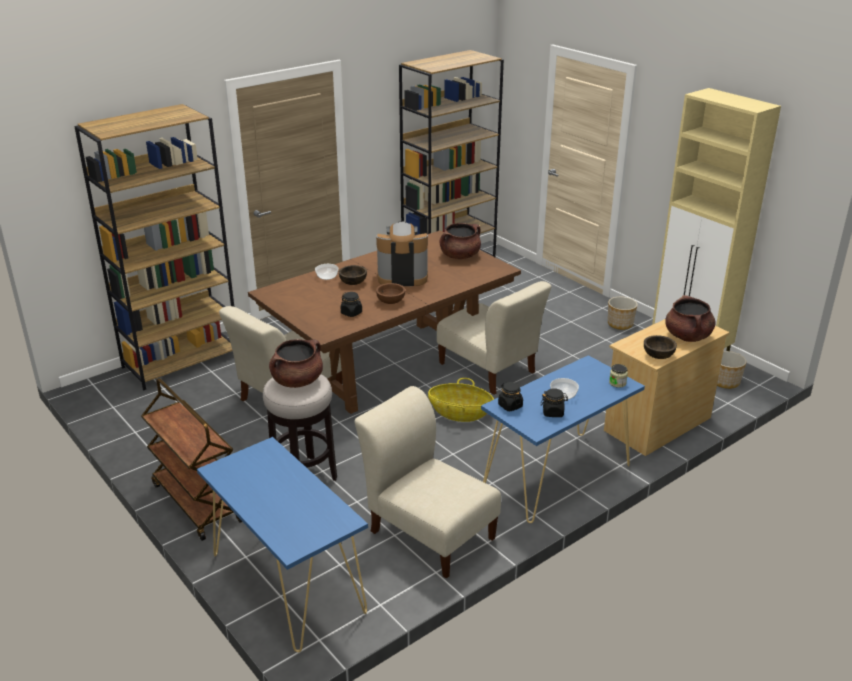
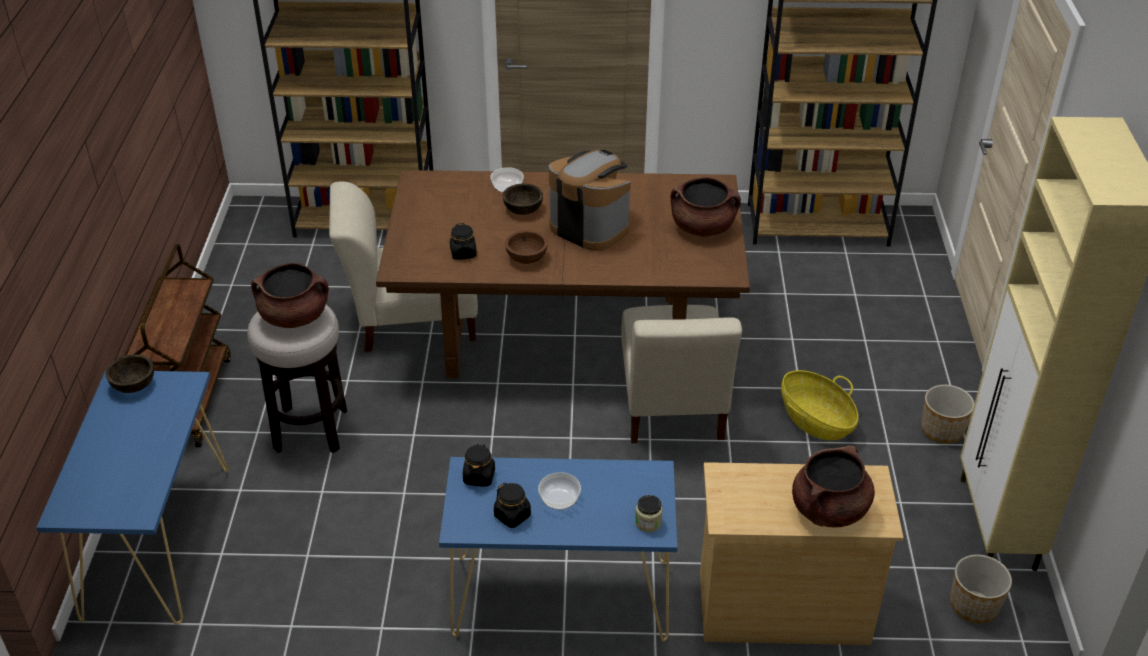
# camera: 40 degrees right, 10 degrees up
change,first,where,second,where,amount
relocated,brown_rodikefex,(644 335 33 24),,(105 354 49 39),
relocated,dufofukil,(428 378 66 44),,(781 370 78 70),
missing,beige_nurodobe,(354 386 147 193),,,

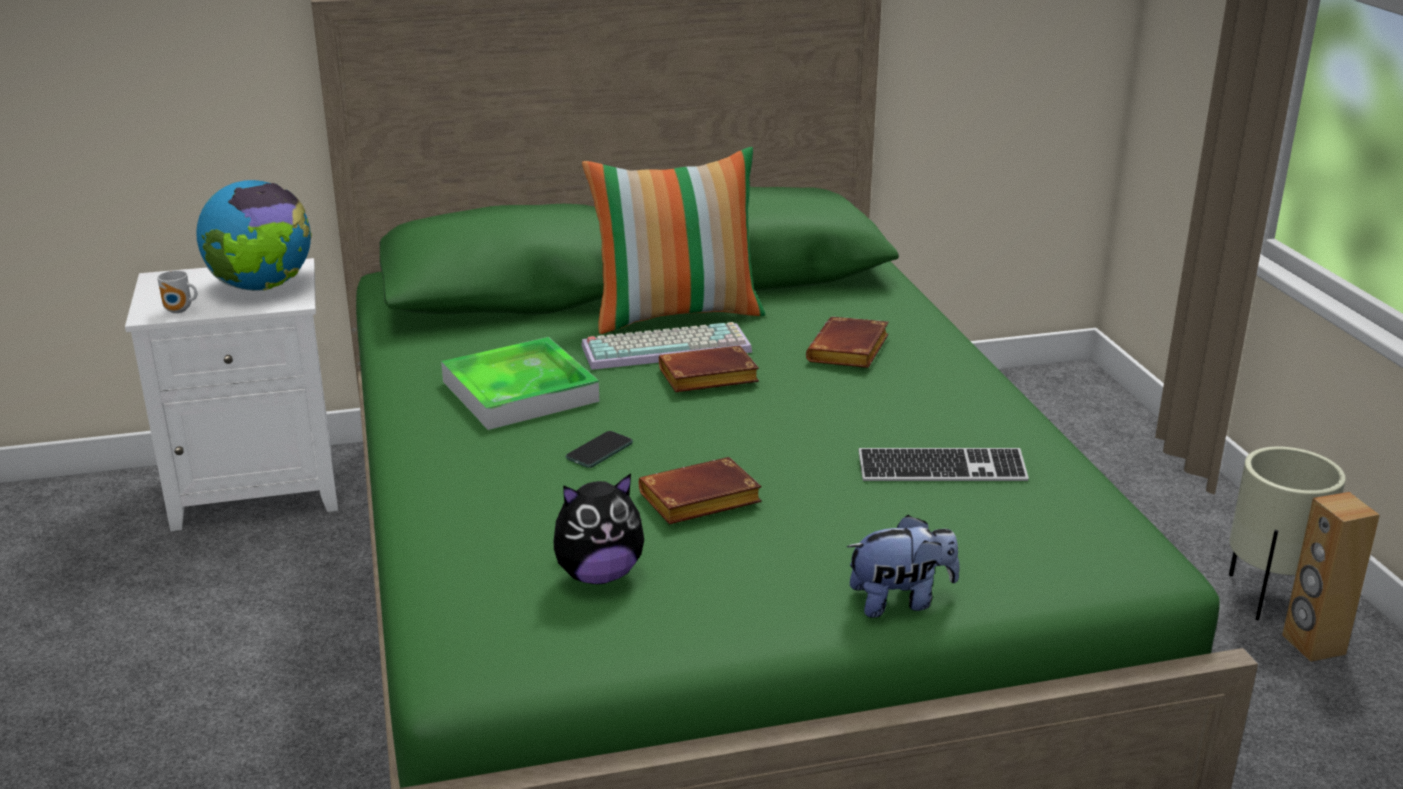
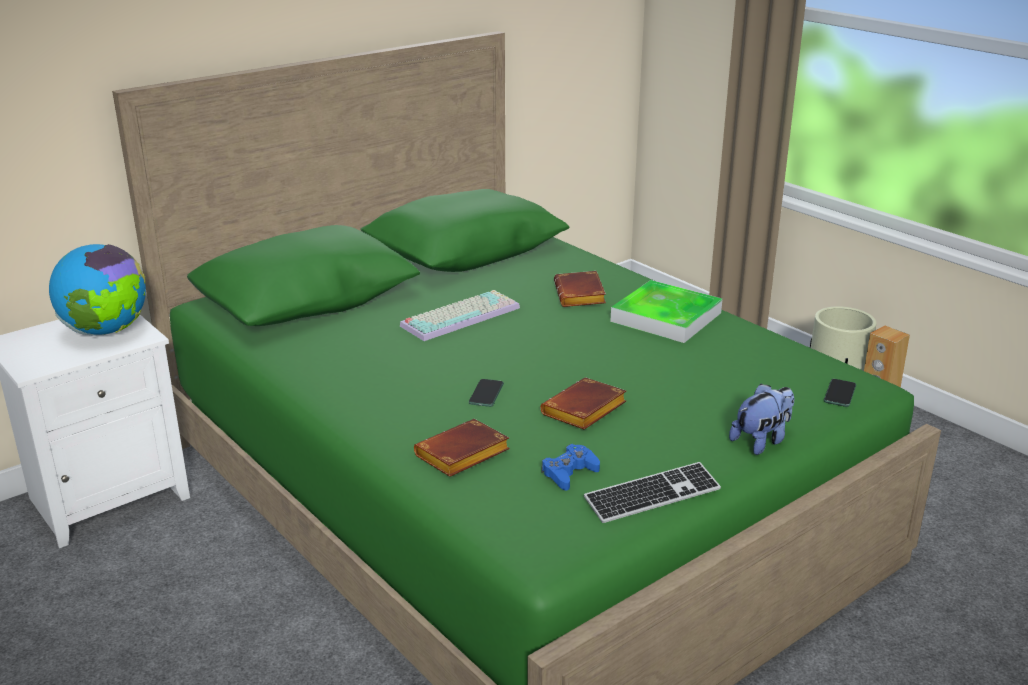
# camera: 25 degrees left, 0 degrees up
change,first,where,second,where,amount
missing,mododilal,(582 147 183 187),,,
missing,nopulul,(157 270 40 43),,,
relocated,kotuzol,(441 337 158 93),,(610 280 112 63),
relocated,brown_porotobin,(659 345 100 47),,(414 419 96 58),
relocated,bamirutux,(859 448 170 33),,(584 462 137 61),
exchanged,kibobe,(554 474 90 110),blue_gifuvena,(542 444 58 47),
appeared,,,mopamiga,(824 379 32 28),

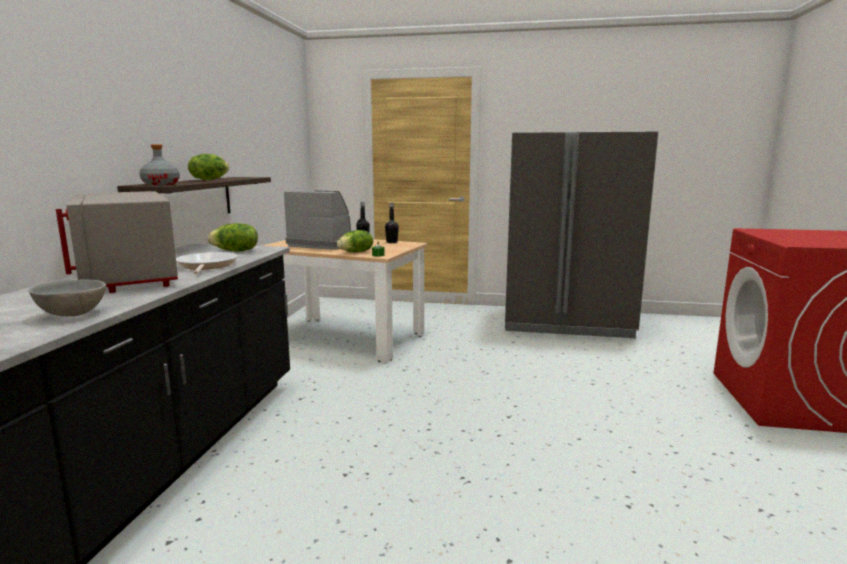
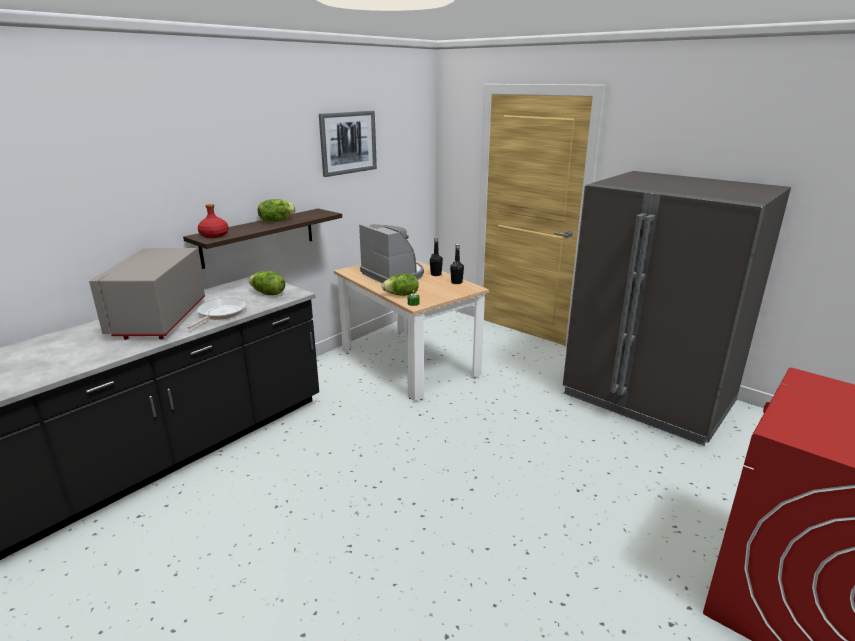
# camera: 30 degrees right, 10 degrees up
change,first,where,second,where,amount
colour,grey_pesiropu,(139 144 41 41),red_pesiropu,(198 204 31 34),
missing,grey_rodikefex,(29 280 77 36),,,
appeared,,,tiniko,(319 111 58 66),

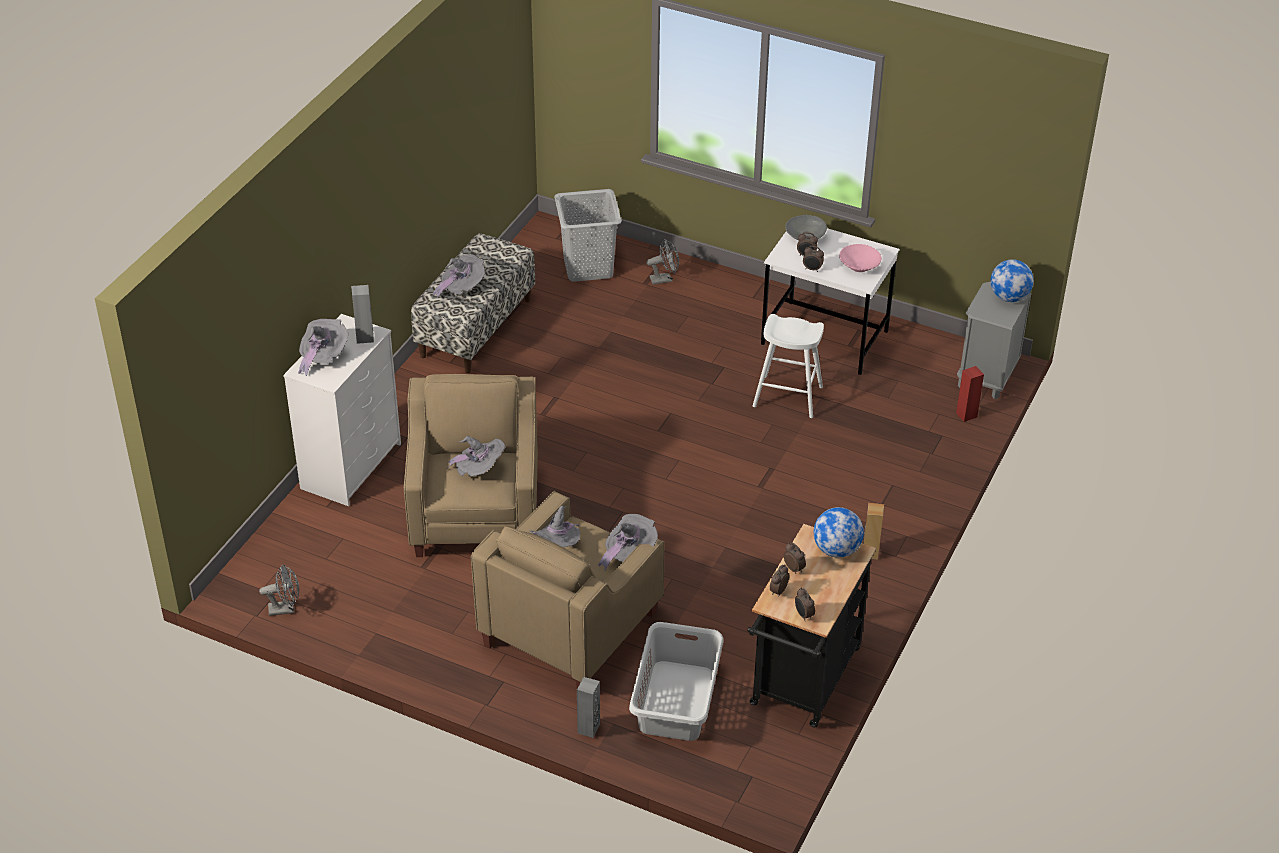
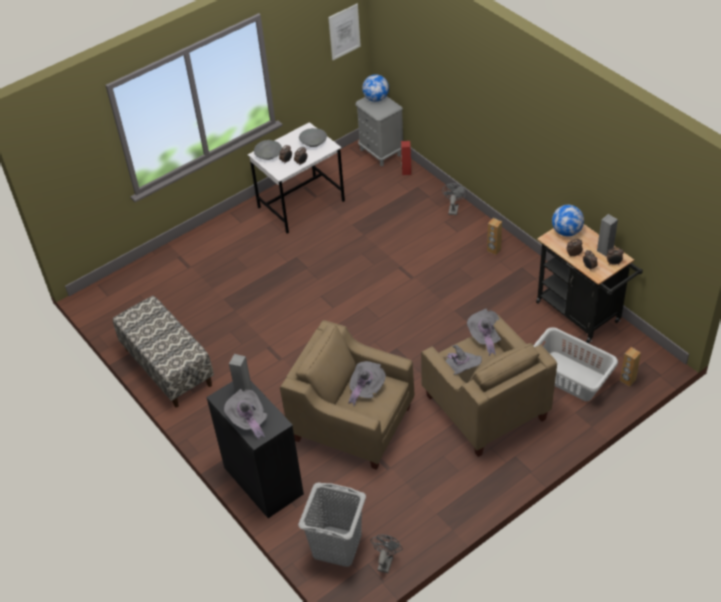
# camera: 60 degrees left, 5 degrees up
change,first,where,second,where,amount
relocated,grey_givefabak,(554 189 67 93),,(298 482 68 85),
relocated,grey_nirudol,(646 239 33 46),,(442 183 25 32),
colour,pink_rodikefex,(839 244 43 28),grey_rodikefex,(299 128 28 19),
missing,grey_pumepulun,(433 255 52 44),,,
colour,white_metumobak,(283 314 118 192),black_metumobak,(206 381 98 137),
missing,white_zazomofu,(753 314 71 104),,,
relocated,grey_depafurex,(577 677 23 61),,(597 214 21 43),
appeared,,,tiniko,(328 4 33 56),
appeared,,,brown_depafurex,(620 347 21 40),

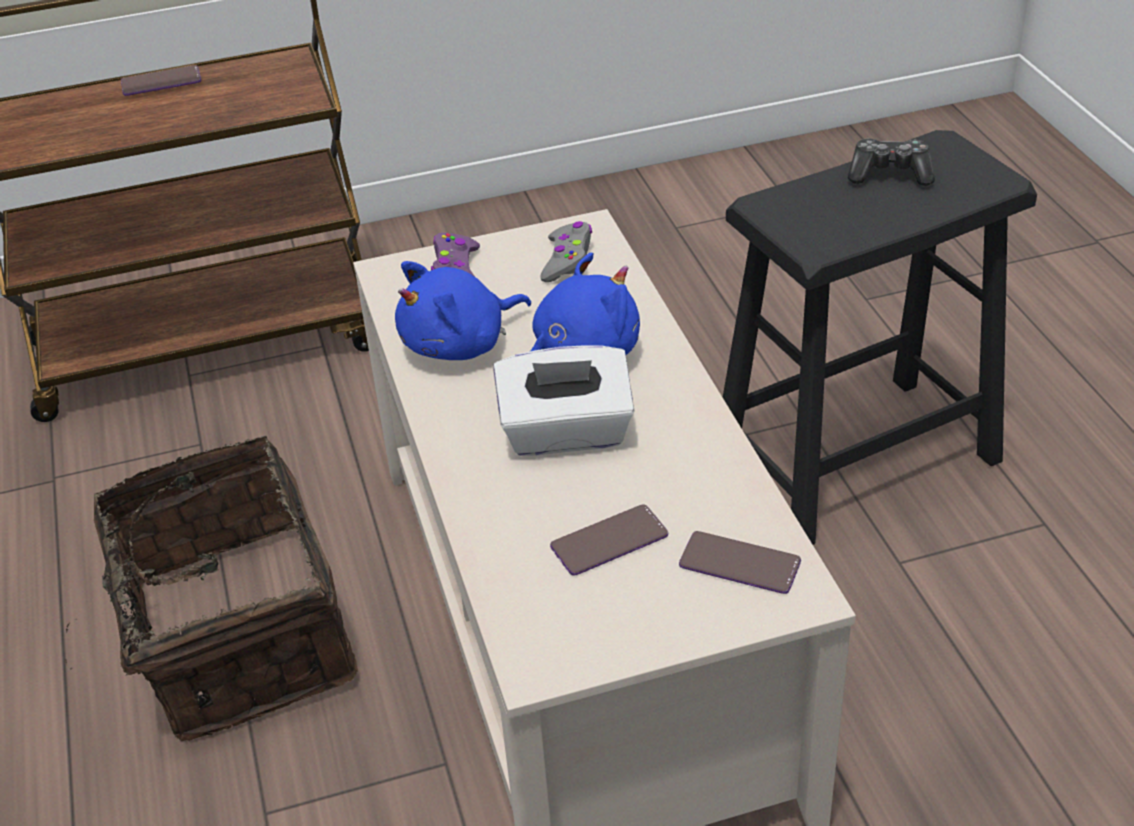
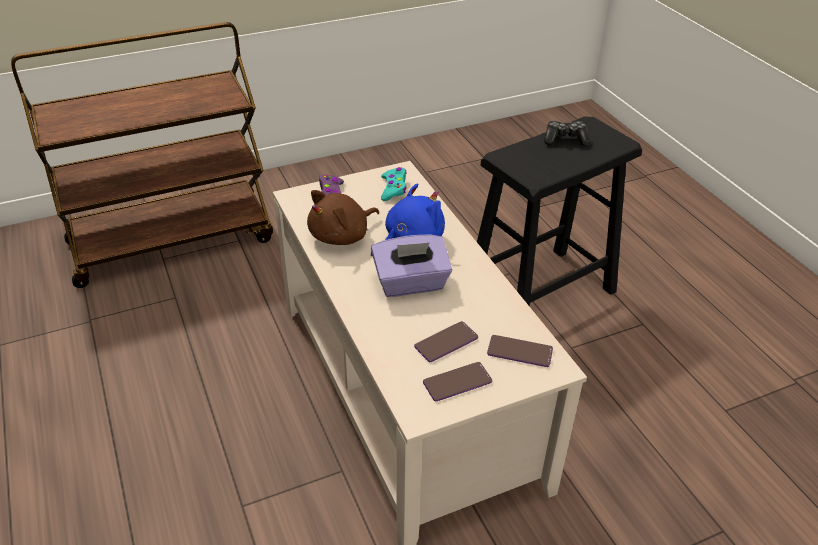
# camera: 10 degrees left, 0 degrees up
change,first,where,second,where,amount
relocated,mopamiga,(121 65 80 31),,(423 362 69 39),
colour,grey_gifuvena,(540 221 52 61),turquoise_gifuvena,(381 167 26 34),
colour,blue_kibobe,(395 261 136 99),brown_kibobe,(307 190 72 55),
colour,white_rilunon,(494 346 140 110),purple_rilunon,(371 235 81 62),
missing,dufofukil,(65 436 293 306),,,

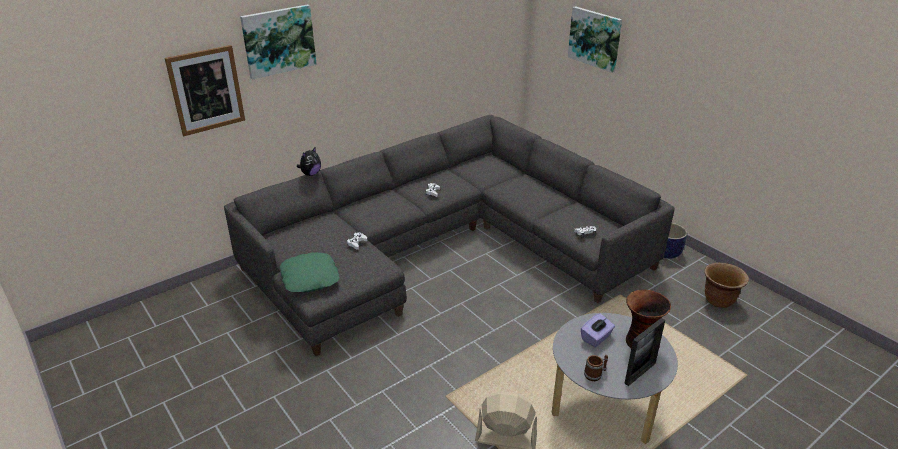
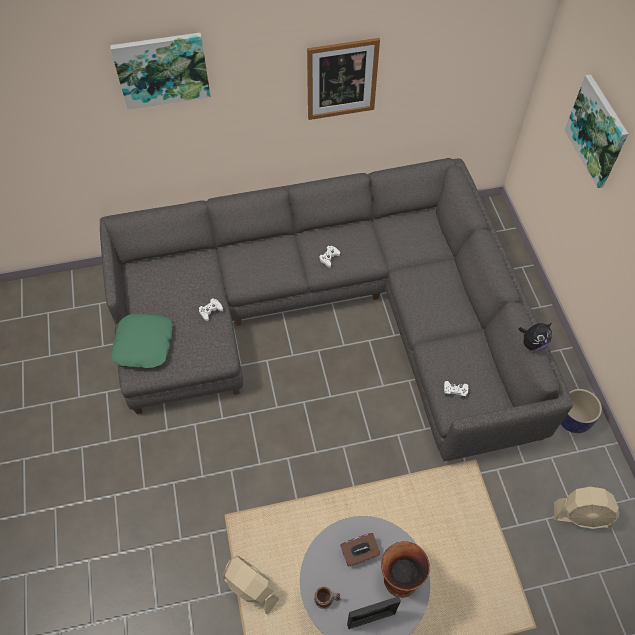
# camera: 25 degrees right, 25 degrees up
change,first,where,second,where,amount
relocated,tiniko,(165 45 80 91),,(307 38 73 82),
relocated,kibobe,(297 146 24 30),,(519 323 33 28),
exchanged,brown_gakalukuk,(704 263 45 45),beige_nirudol,(554 487 65 42),
colour,purple_rilunon,(581 313 34 34),brown_rilunon,(340 533 40 33),

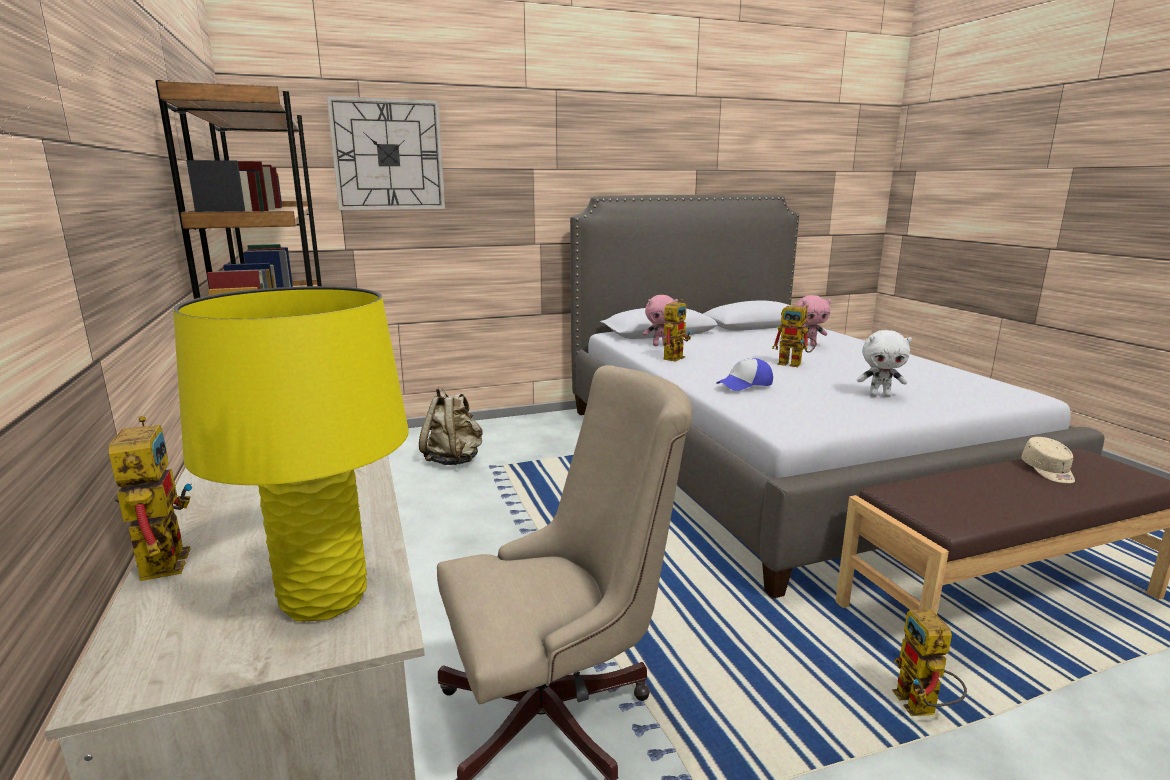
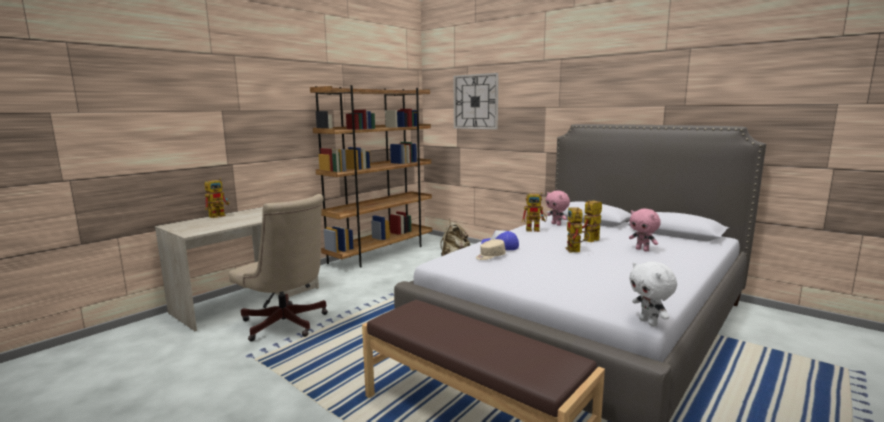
# camera: 60 degrees right, 5 degrees down
change,first,where,second,where,amount
missing,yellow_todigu,(173 286 236 335),,,
relocated,white_kibobe,(857 330 55 67),,(629 261 48 66),
relocated,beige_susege,(1021 437 54 46),,(476 239 30 21),
relocated,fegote,(892 609 75 107),,(582 200 20 42),

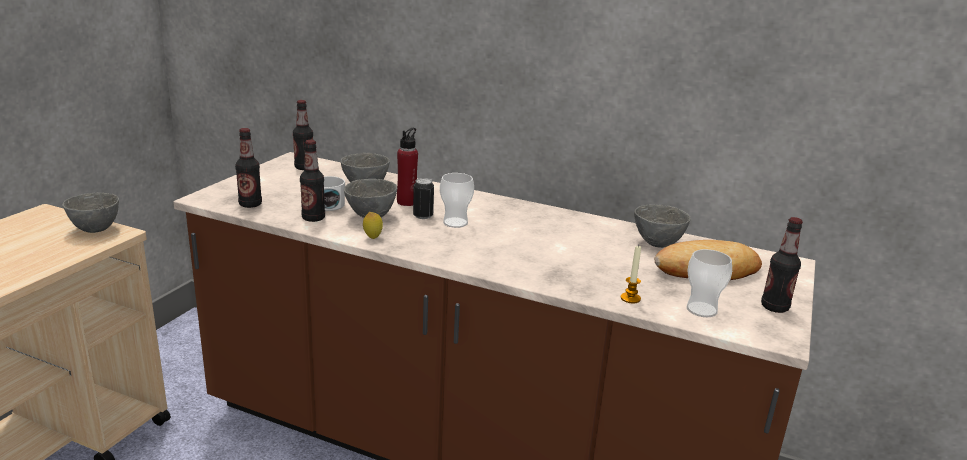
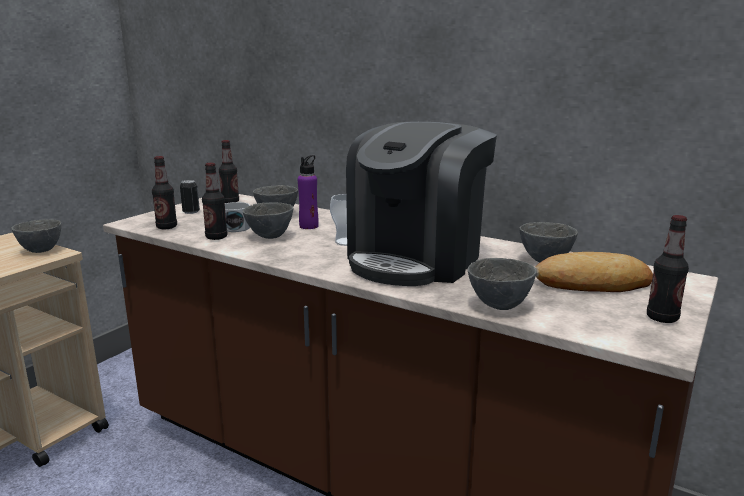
# camera: 10 degrees right, 5 degrees down
change,first,where,second,where,amount
colour,red_pesiropu,(397 128 21 78),purple_pesiropu,(298 155 21 74),
relocated,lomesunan,(413 178 21 41),,(180 180 20 34),
missing,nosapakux,(363 212 20 27),,,
exchanged,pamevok,(621 245 20 58),grey_rodikefex,(468 258 69 52),
missing,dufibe,(687 249 45 68),,,
appeared,,,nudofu,(346 122 151 164),

